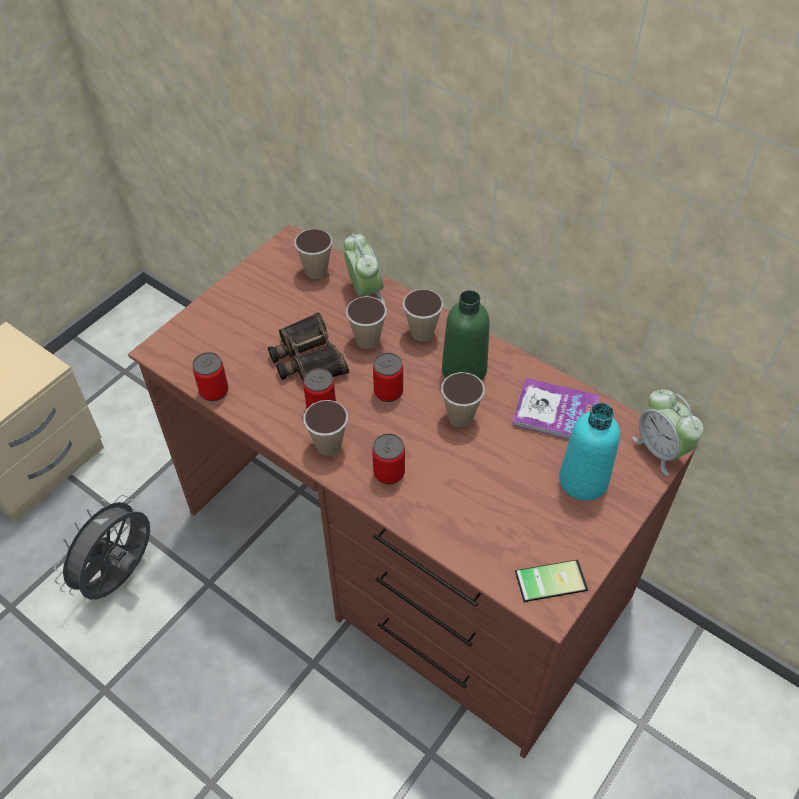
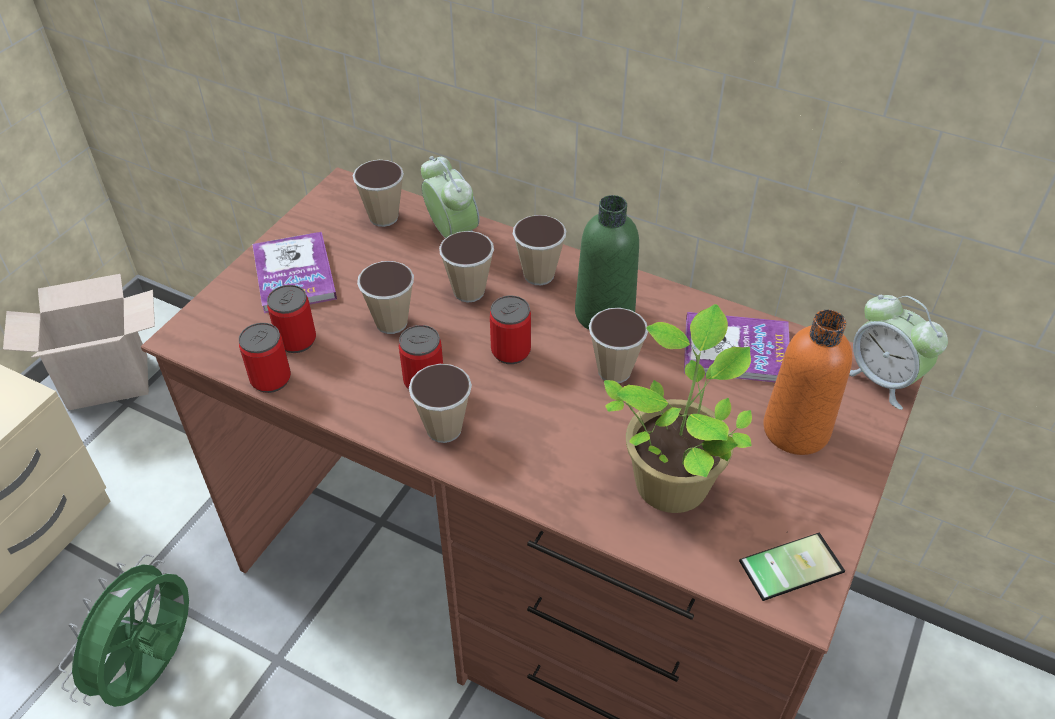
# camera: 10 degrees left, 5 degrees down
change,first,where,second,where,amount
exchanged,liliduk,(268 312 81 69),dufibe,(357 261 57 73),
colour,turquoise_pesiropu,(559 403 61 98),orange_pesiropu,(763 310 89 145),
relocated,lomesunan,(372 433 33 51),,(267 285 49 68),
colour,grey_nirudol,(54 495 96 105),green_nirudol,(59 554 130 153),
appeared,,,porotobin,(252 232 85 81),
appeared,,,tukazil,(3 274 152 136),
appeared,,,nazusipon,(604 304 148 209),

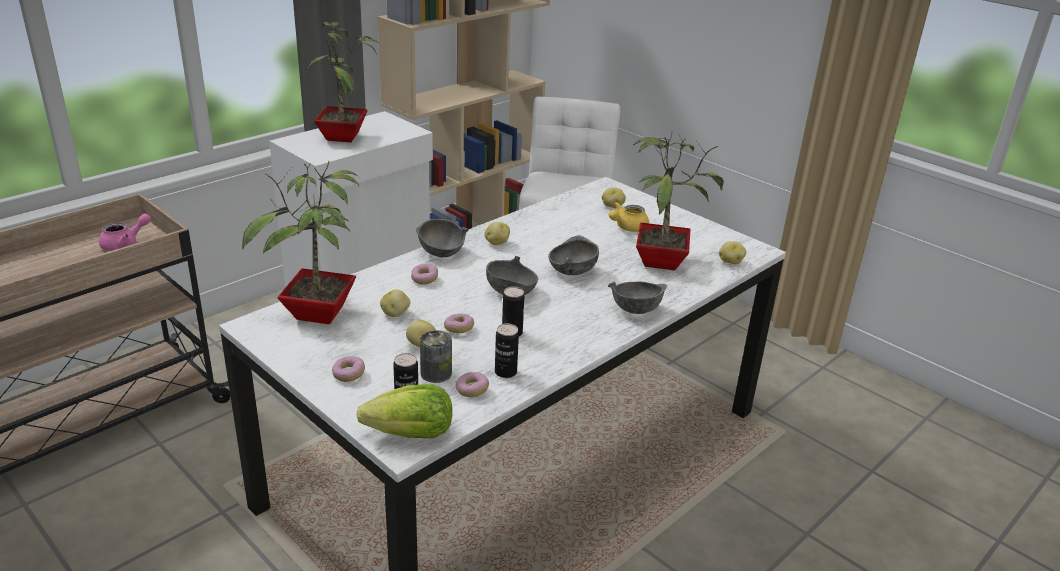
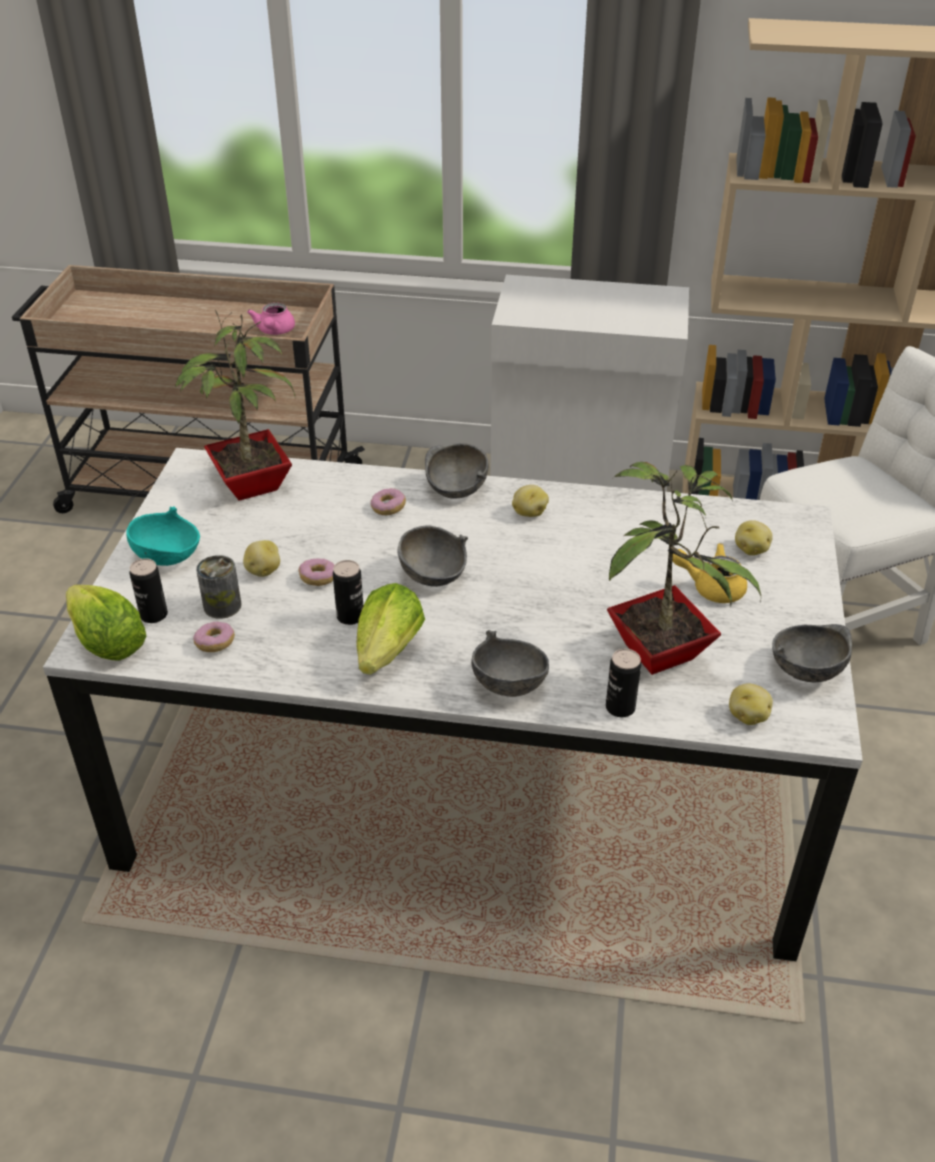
# camera: 55 degrees right, 10 degrees up
change,first,where,second,where,amount
missing,nazusipon,(307 20 71 122),,,
spun,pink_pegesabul,(99 214 52 37),,(247 303 48 32),75 degrees clockwise
relocated,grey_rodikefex,(548 235 51 40),,(772 624 80 59),
missing,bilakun,(380 289 30 28),,,
relocated,lomesunan,(495 324 24 54),,(606 649 35 68),
exchanged,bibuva,(332 356 33 26),turquoise_rodikefex,(126 506 74 60),
appeared,,,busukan,(356 583 69 92),

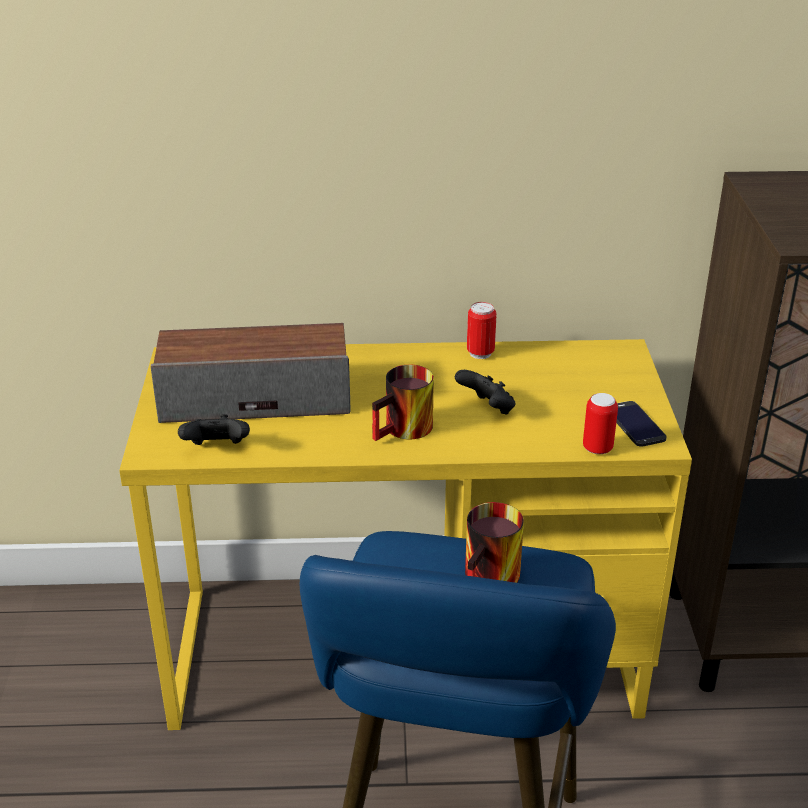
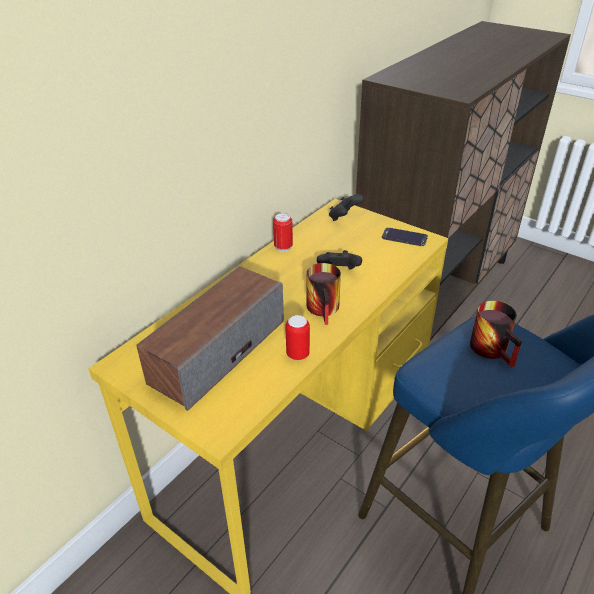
# camera: 50 degrees left, 5 degrees up
change,first,where,second,where,amount
relocated,lomesunan,(583 393 35 61),,(285 315 25 45),
relocated,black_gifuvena,(178 414 72 31),,(329 194 35 27),

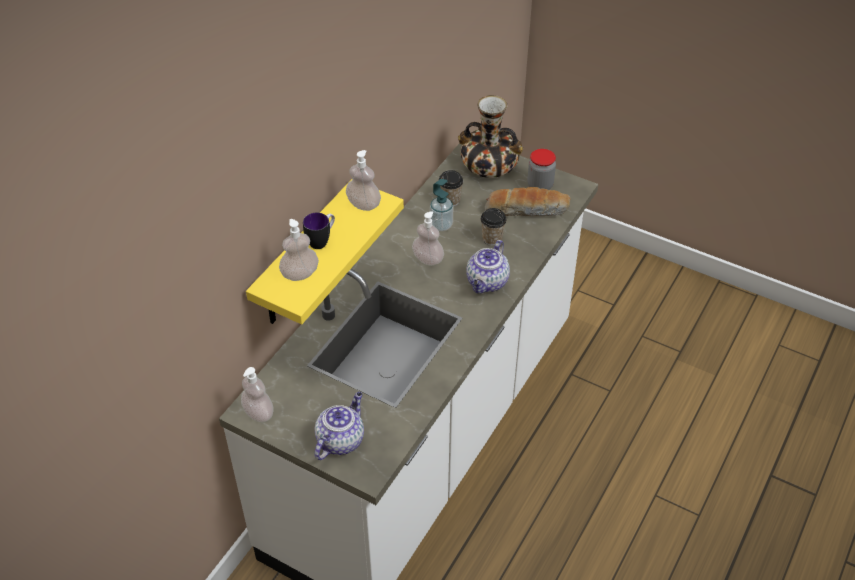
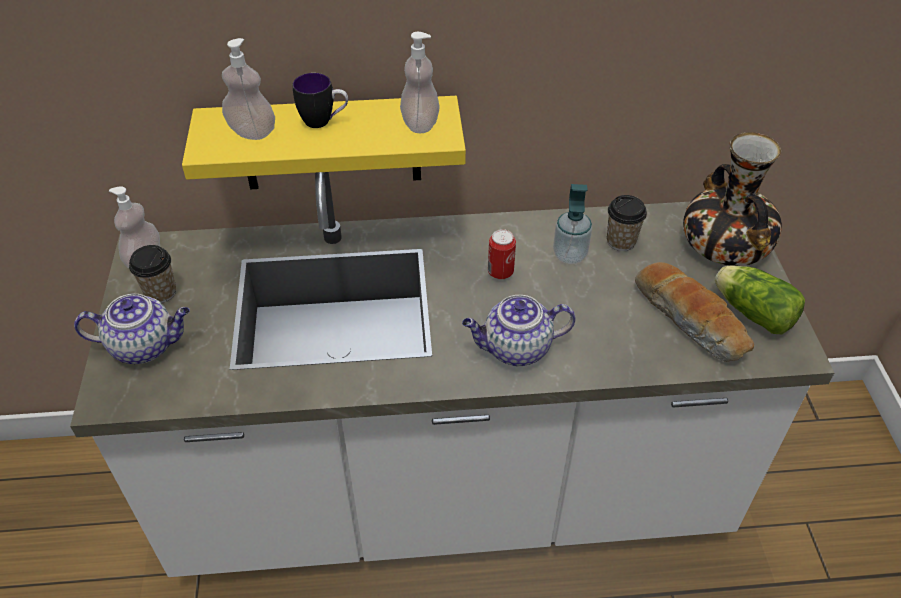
# camera: 55 degrees right, 0 degrees up
change,first,where,second,where,amount
exchanged,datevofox,(527 149 29 41),busukan,(715 265 90 69),
relocated,dufibe,(481 208 26 38),,(129 245 47 58),
exchanged,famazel,(412 211 32 55),lomesunan,(488 229 28 51),

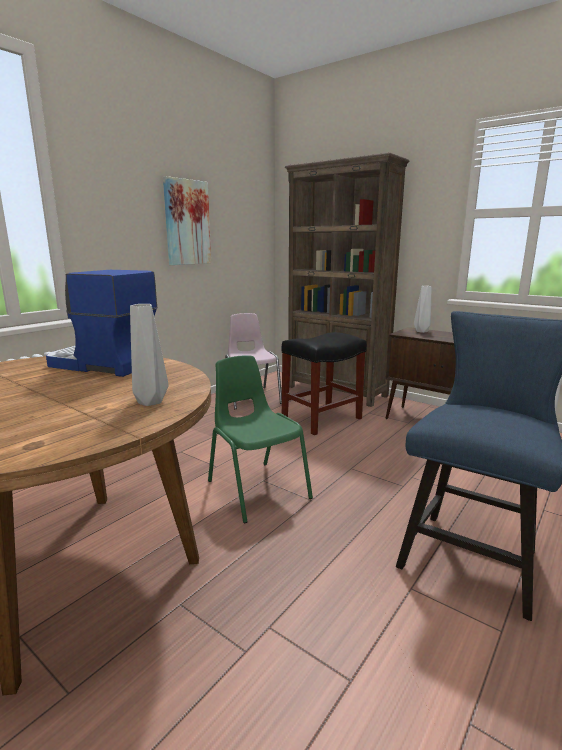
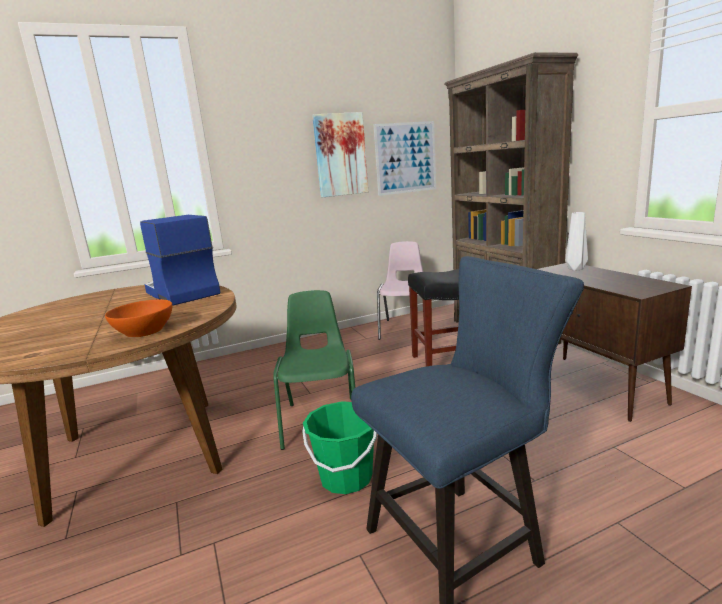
# camera: 30 degrees right, 0 degrees up
change,first,where,second,where,amount
exchanged,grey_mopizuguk,(130 304 39 102),orange_rodikefex,(105 299 67 38),
appeared,,,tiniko,(374 121 62 75),
appeared,,,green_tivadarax,(302 401 75 93),

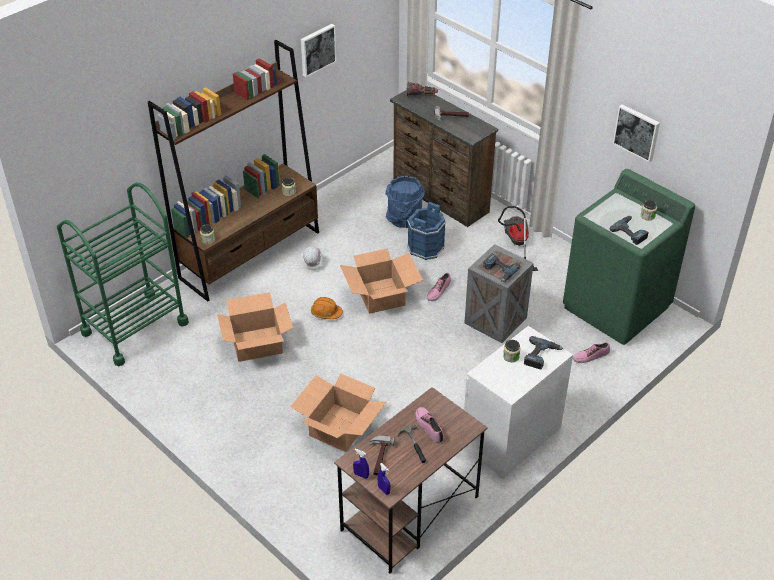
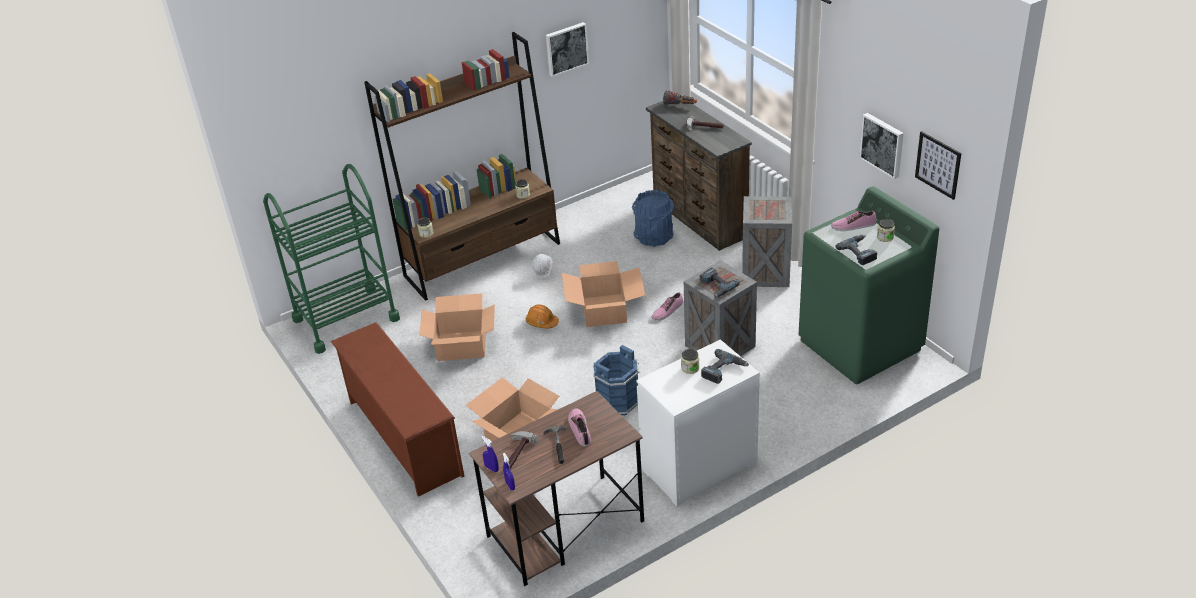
# camera: 15 degrees right, 5 degrees down
change,first,where,second,where,amount
relocated,blue_tivadarax,(407 202 39 58),,(593 345 46 70),
exchanged,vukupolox,(498 206 40 65),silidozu,(742 196 50 91),
relocated,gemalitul,(573 342 37 21),,(831 211 46 20),
appeared,,,tiniko,(915 131 46 69),
appeared,,,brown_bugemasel,(331 322 134 175),

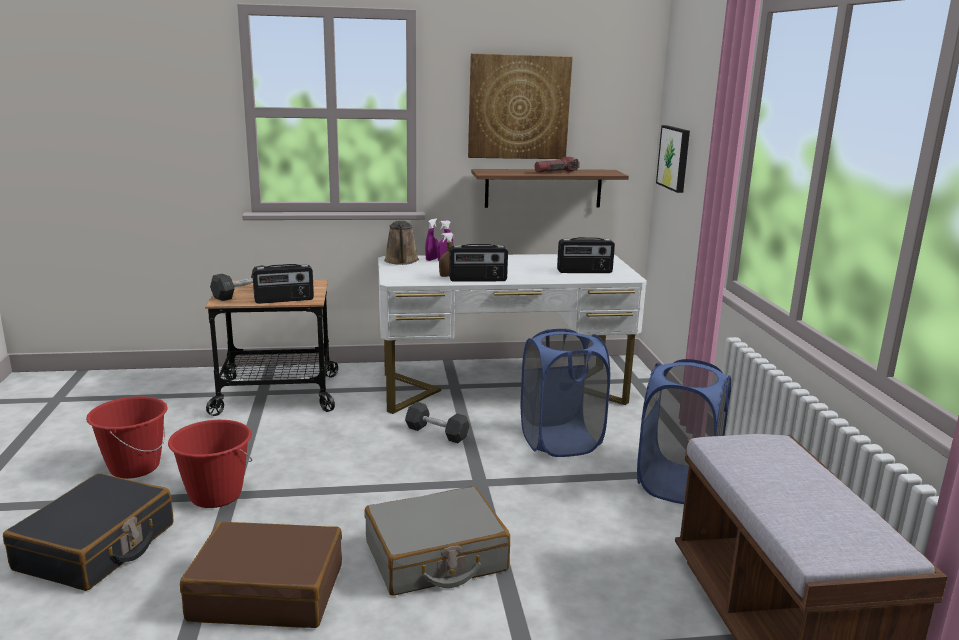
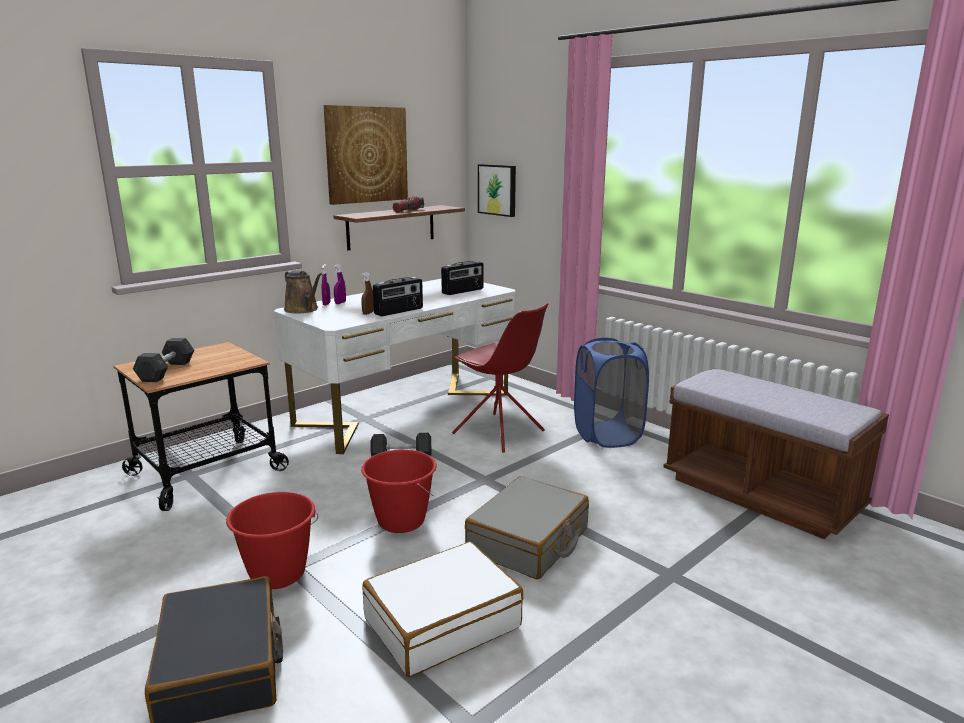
# camera: 35 degrees left, 0 degrees up
change,first,where,second,where,amount
missing,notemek,(252 264 62 40),,,
exchanged,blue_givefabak,(521 329 89 128),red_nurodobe,(452 303 96 149),
relocated,red_tivadarax,(86 396 82 83),,(361 449 76 84),
colour,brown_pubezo,(180 522 162 106),white_pubezo,(362 542 161 135),

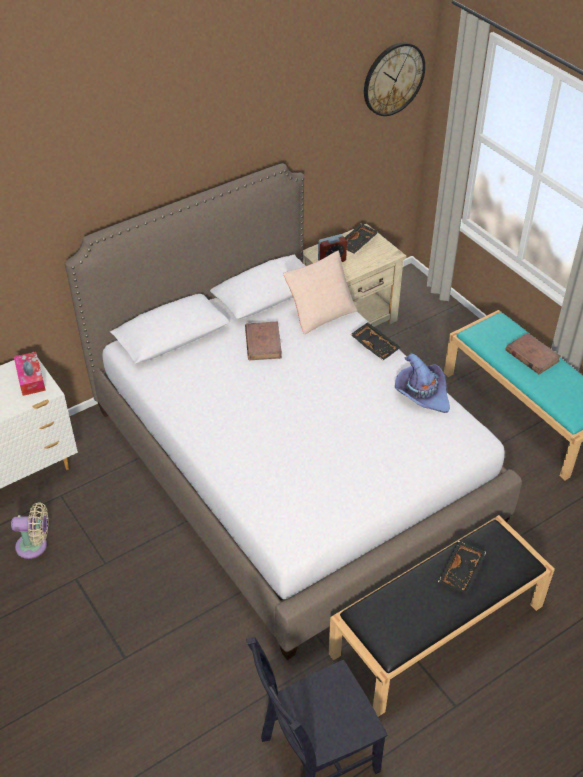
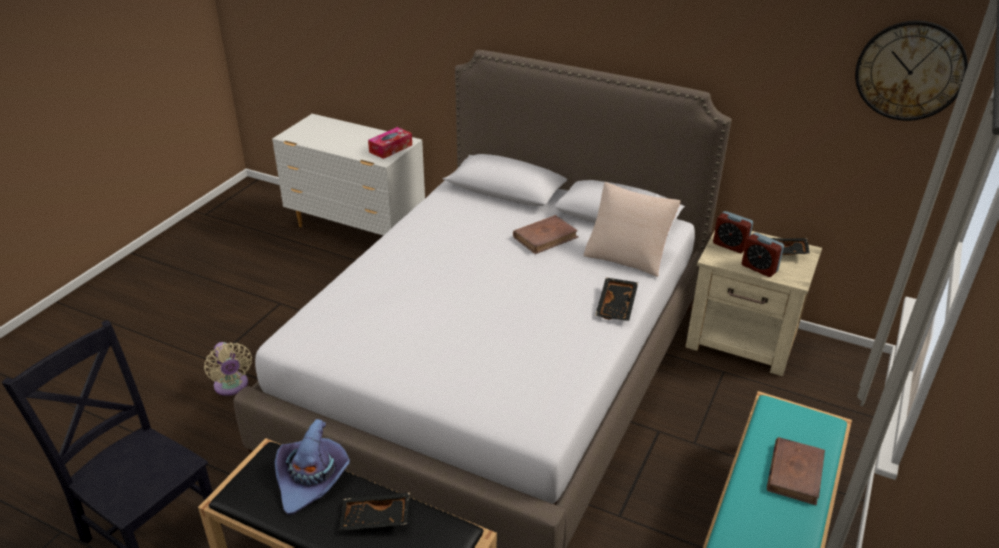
# camera: 60 degrees right, 10 degrees down
change,first,where,second,where,amount
relocated,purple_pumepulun,(395 353 55 60),,(274 419 76 96),
relocated,beige_nirudol,(11 502 37 57),,(204 342 48 54),
appeared,,,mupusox,(742 232 42 45),

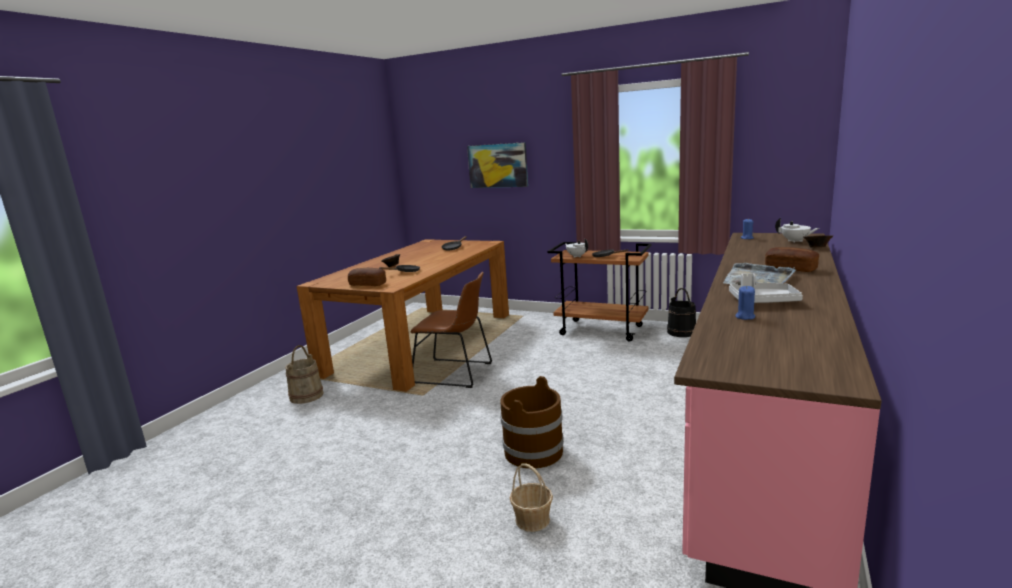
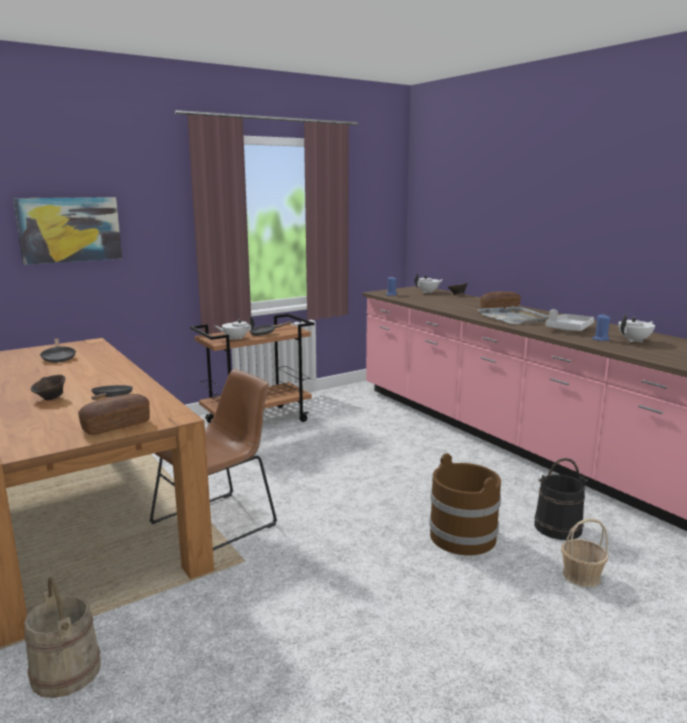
# camera: 60 degrees left, 0 degrees up
change,first,where,second,where,amount
relocated,black_tivadarax,(667 288 29 49),,(534 458 54 82),
appeared,,,white_pegesabul,(618 314 37 29),

